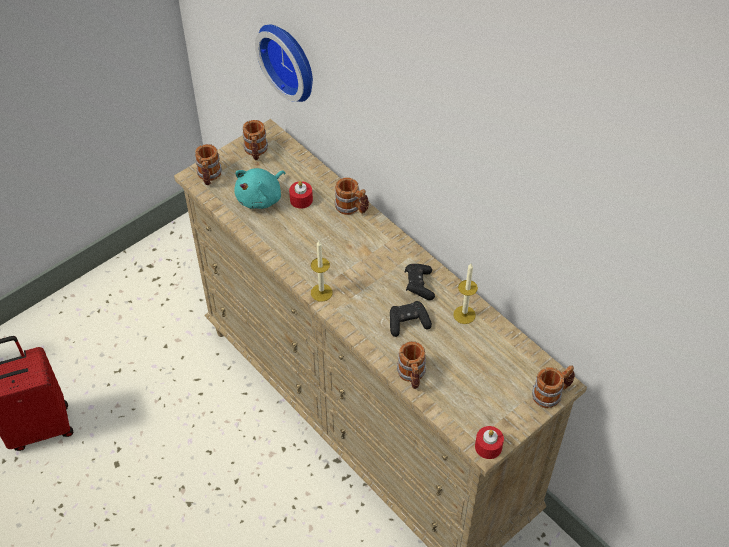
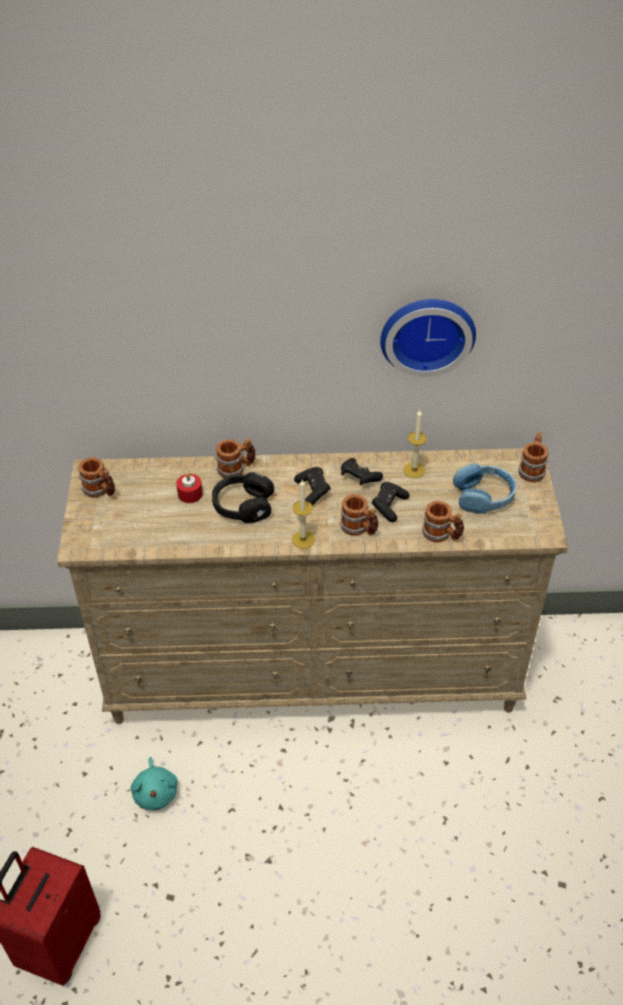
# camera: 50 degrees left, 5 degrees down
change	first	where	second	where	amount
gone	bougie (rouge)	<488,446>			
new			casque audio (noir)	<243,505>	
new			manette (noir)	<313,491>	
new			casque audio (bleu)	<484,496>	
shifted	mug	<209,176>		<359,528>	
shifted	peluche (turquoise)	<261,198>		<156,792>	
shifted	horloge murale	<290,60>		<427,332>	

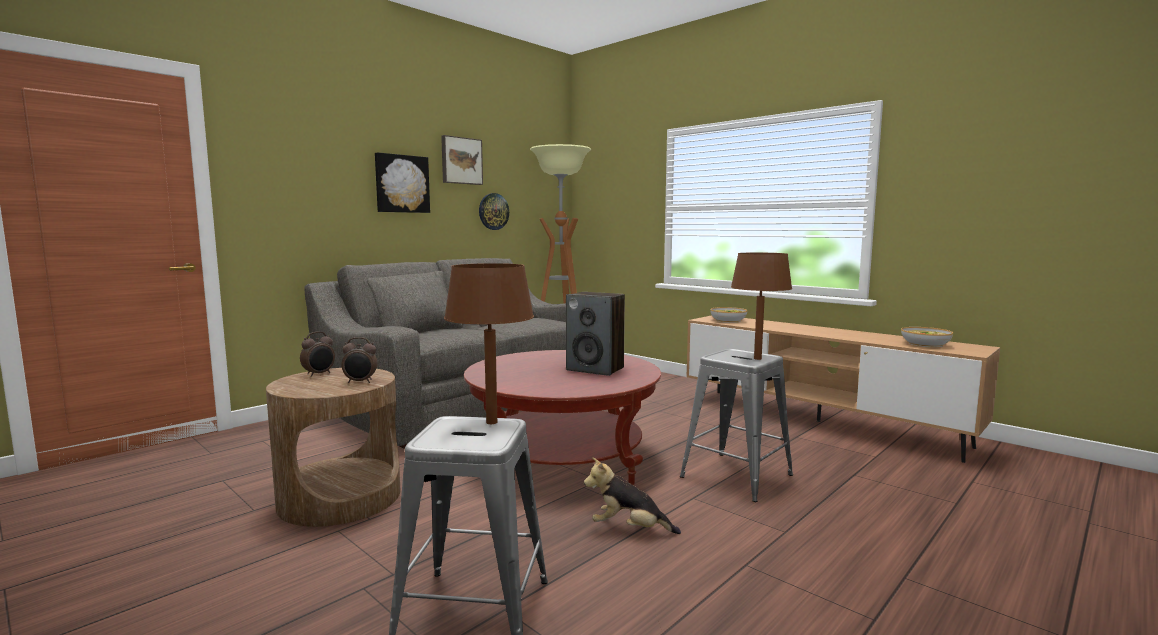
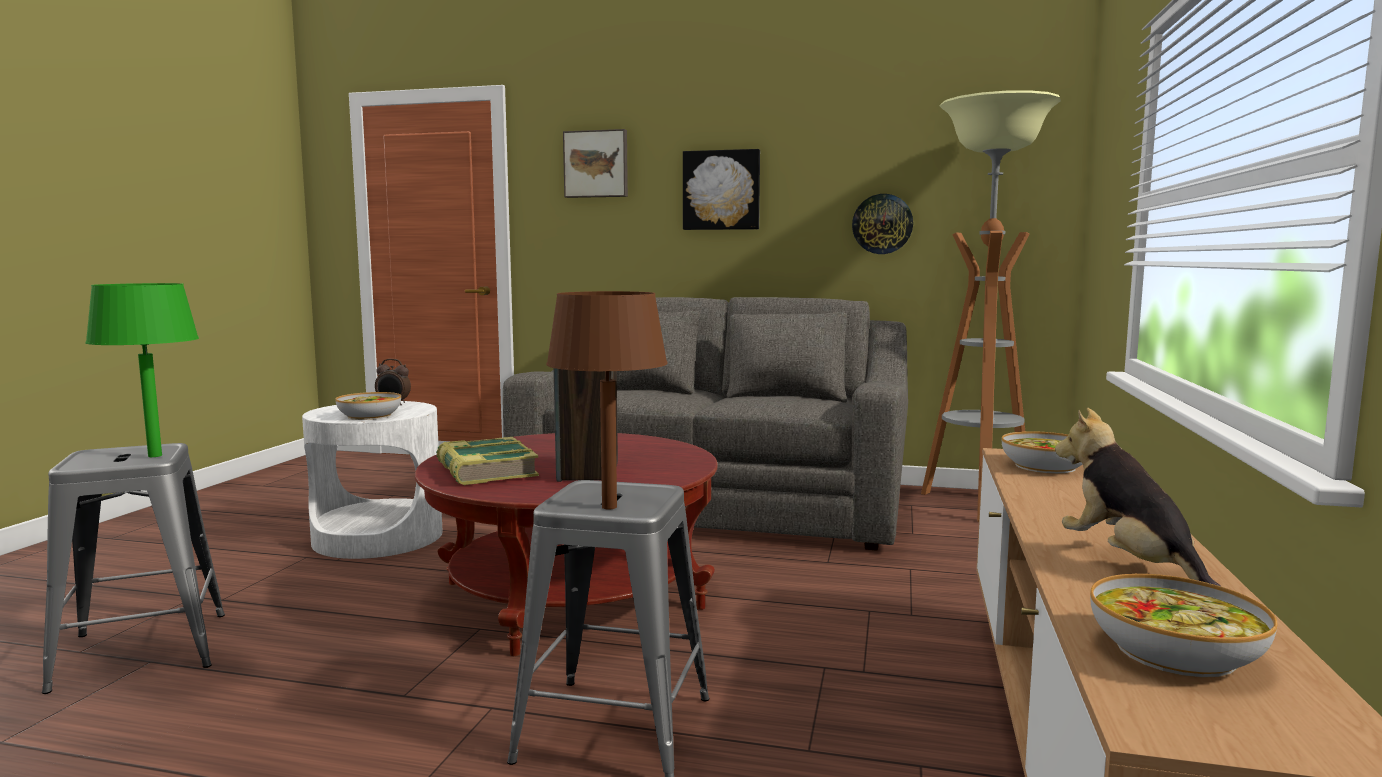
# camera: 60 degrees right, 0 degrees up
change	first	where	second	where	amount
new			livre	<486,471>	
shifted	tableau	<461,161>		<596,164>	
shifted	peluche	<629,529>		<1131,566>	
swapped	réveil	<360,382>	bol	<370,416>	
repainted	table d'appoint (marron)	<340,497>	table d'appoint (blanc)	<378,537>	
repainted	lampe de table (marron)	<491,422>	lampe de table (vert)	<154,456>	

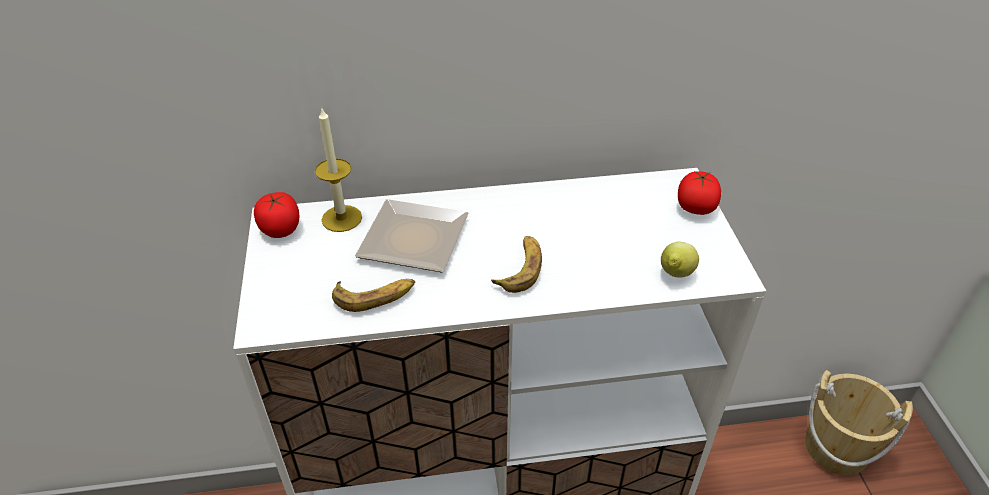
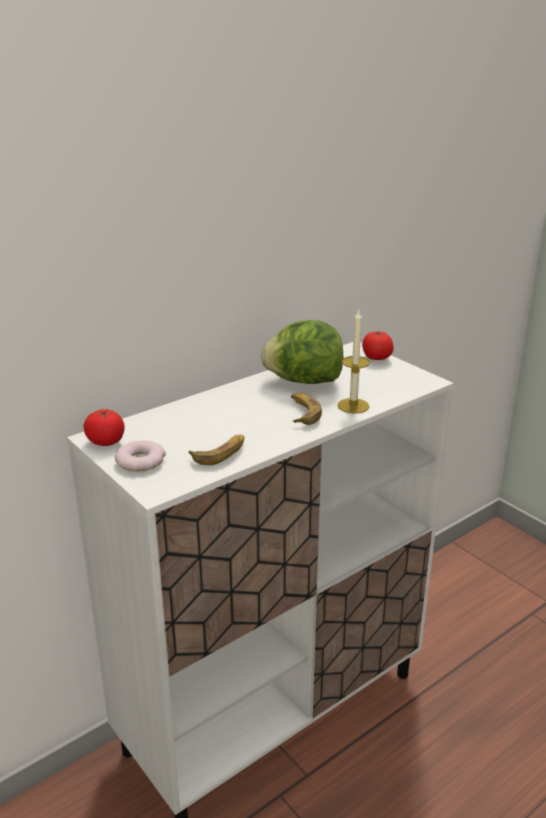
# camera: 30 degrees left, 15 degrees down
change	first	where	second	where	amount
gone	assiette	<416,242>			
gone	citron	<675,275>			
gone	seau (beige)	<836,448>			
new			beignet	<140,461>	
new			laitue	<304,381>	
shifted	bougie	<341,218>		<353,406>	

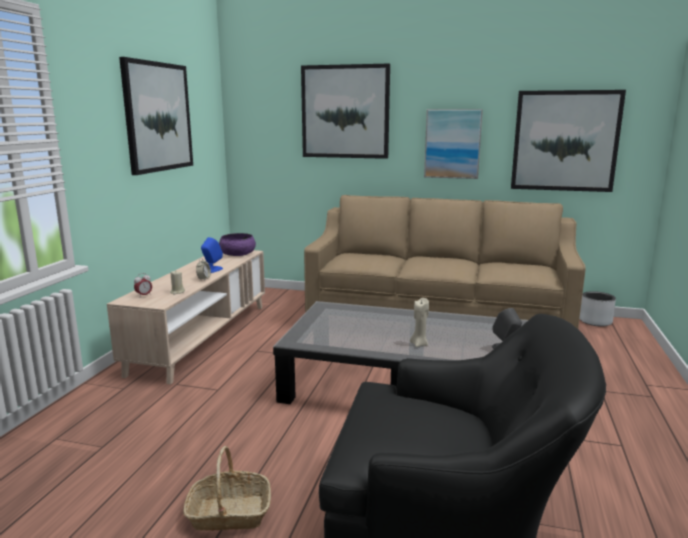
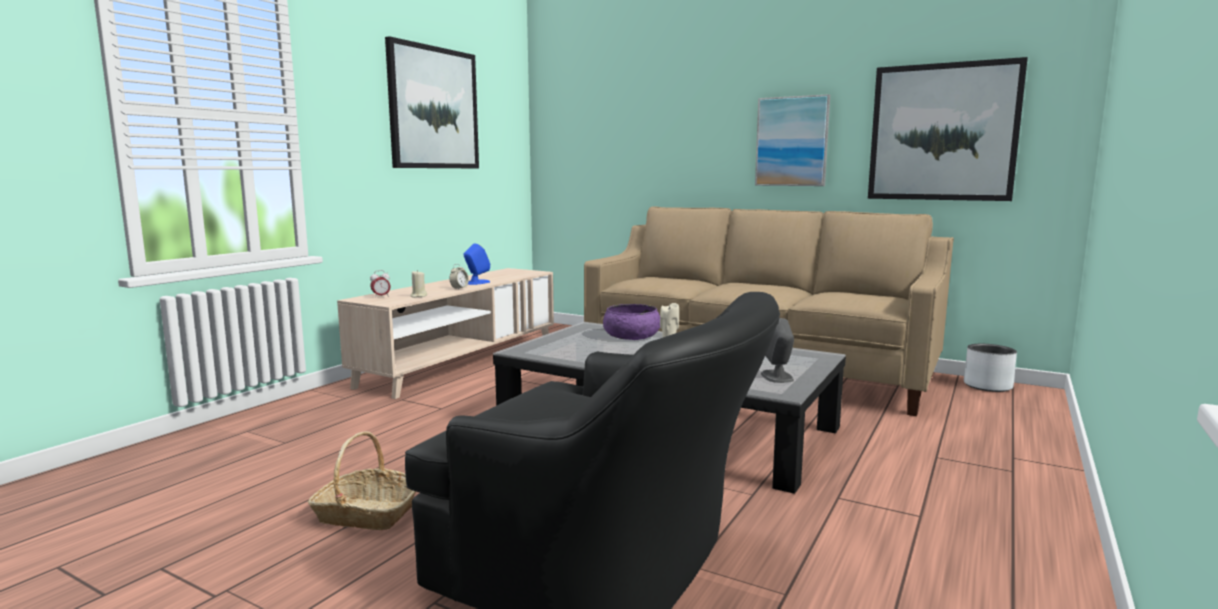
# camera: 15 degrees right, 5 degrees down
change	first	where	second	where	amount
gone	tableau	<345,112>			
shifted	bol (violet)	<237,253>		<631,336>	

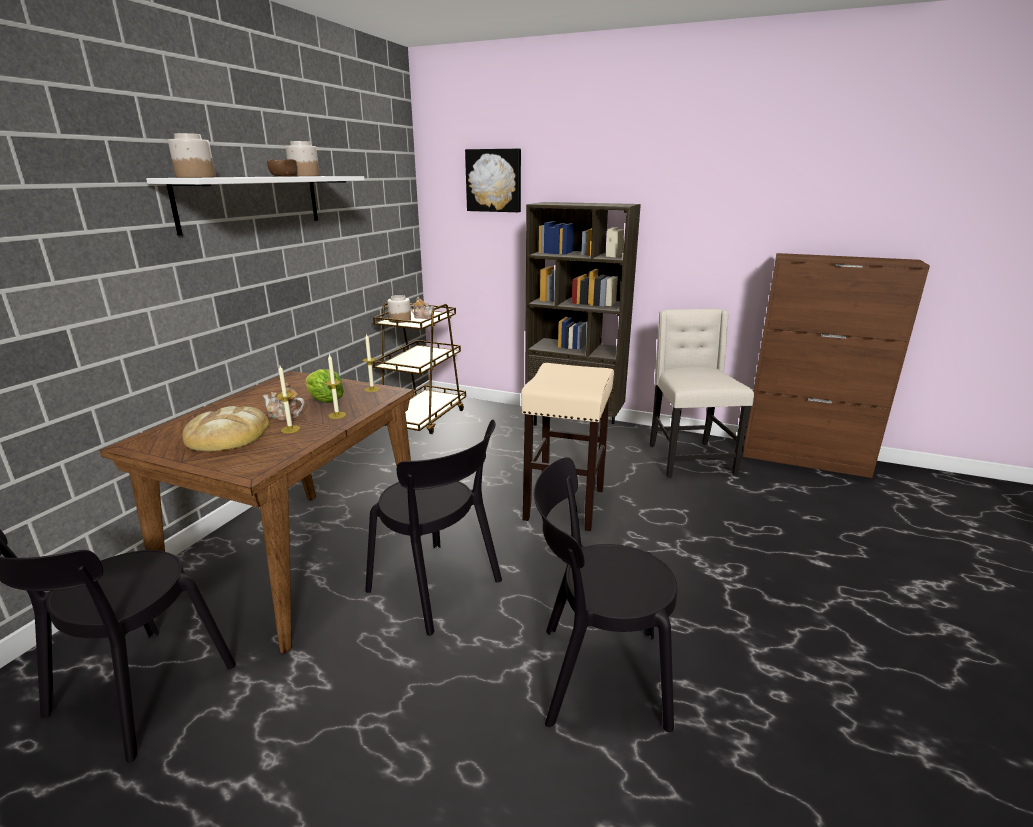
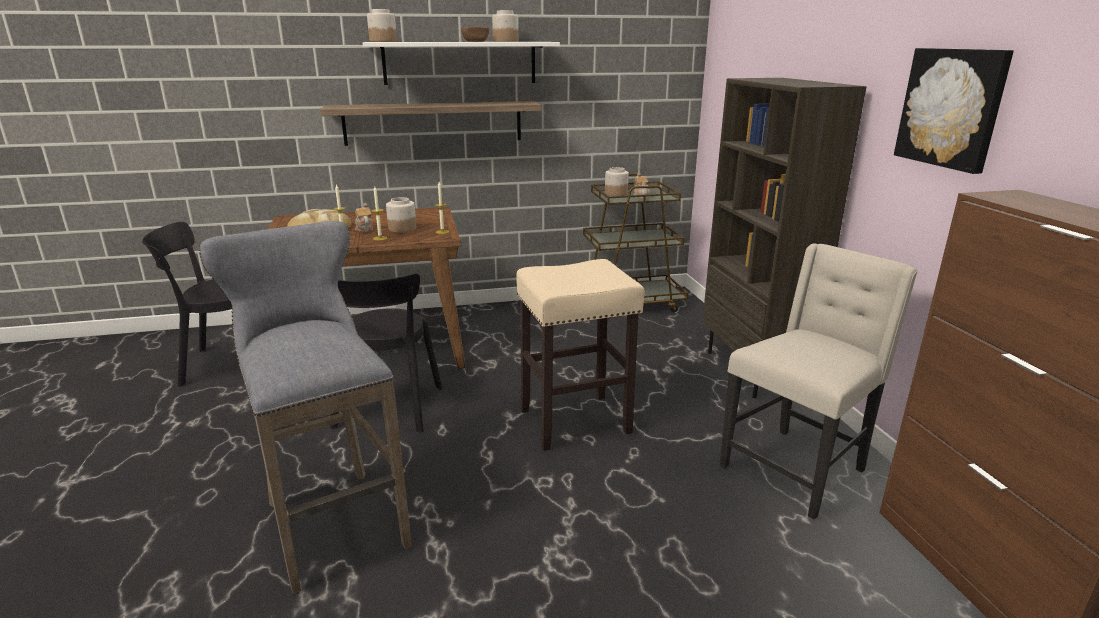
# camera: 55 degrees right, 0 degrees up
change	first	where	second	where	amount
new			étagère	<433,123>	
shifted	tableau	<494,180>		<952,108>	
swapped	laitue	<325,401>	bocal	<402,229>	
swapped	chaise (noir)	<595,675>	tabouret (gris)	<332,520>	

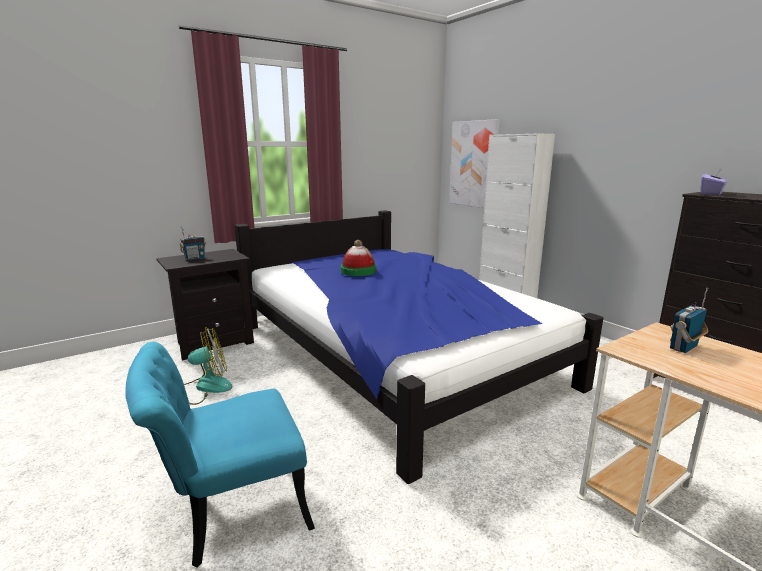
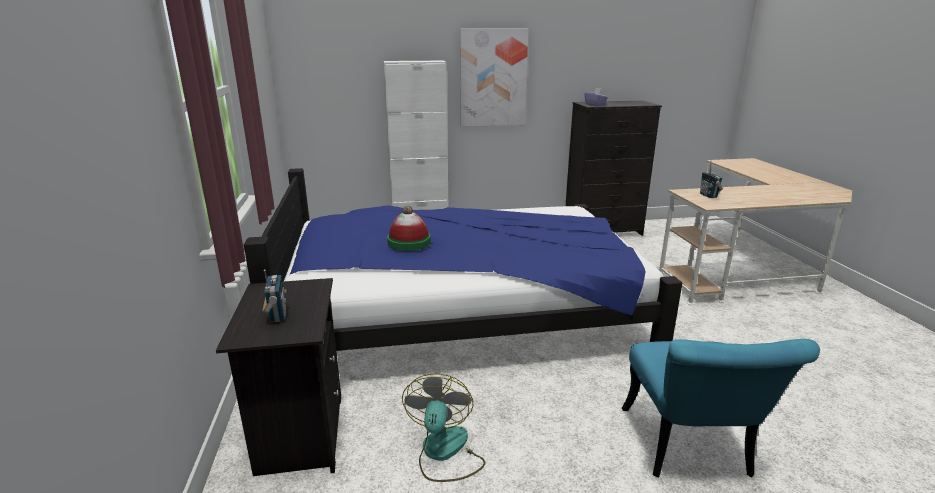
# camera: 65 degrees left, 5 degrees up
change	first	where	second	where	amount
shifted	tableau	<473,164>		<493,78>	

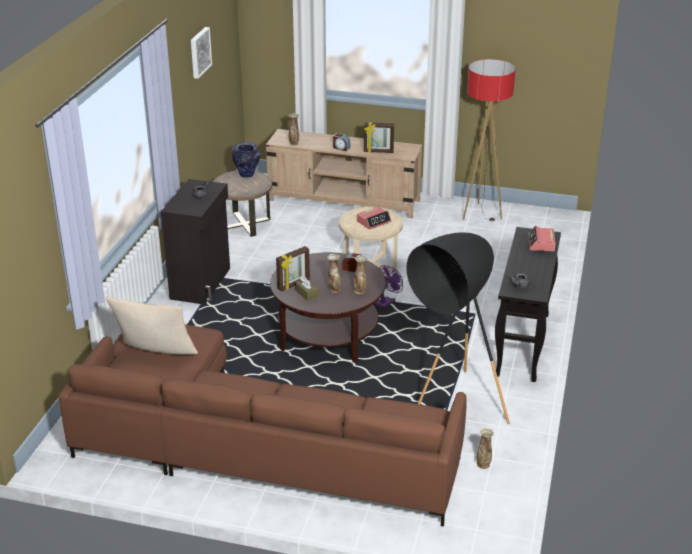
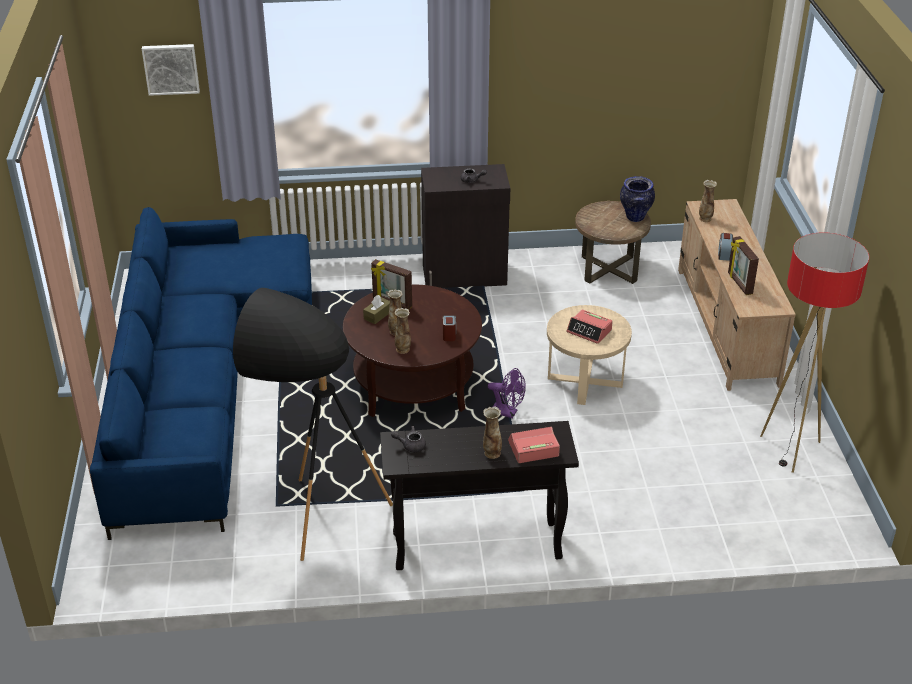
# camera: 70 degrees right, 5 degrees up
change	first	where	second	where	amount
gone	coussin (beige)	<156,354>			
shifted	tableau	<199,52>		<171,68>	
shifted	vase	<483,465>		<492,453>	
repainted	canapé (marron)	<250,444>	canapé (bleu)	<201,380>	

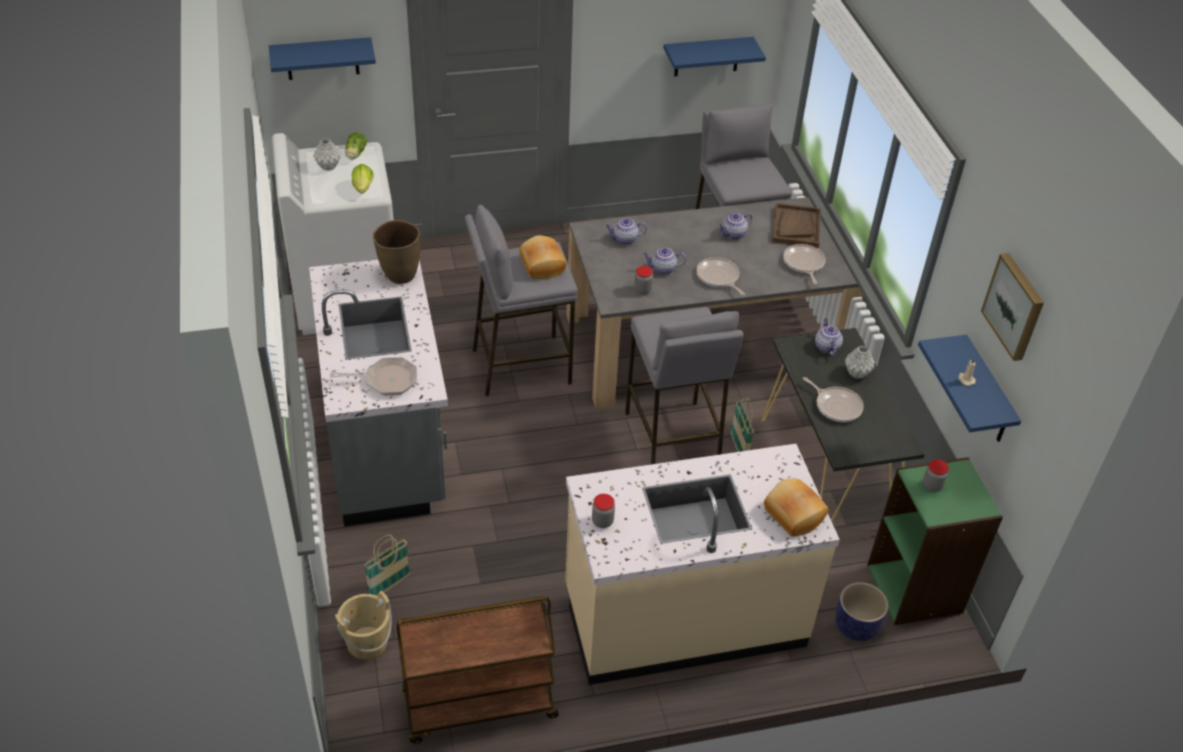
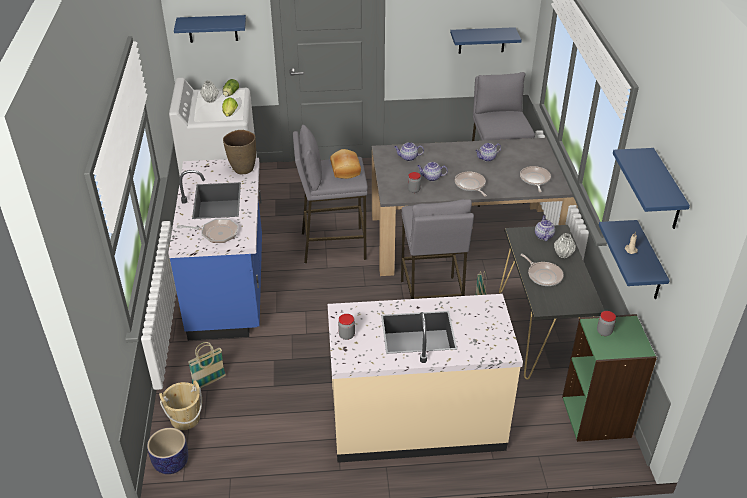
# camera: 10 degrees right, 5 degrees down
change	first	where	second	where	amount
gone	chariot (marron)	<478,706>			
gone	pain	<793,515>			
gone	plateau (marron)	<796,227>			
shifted	cache-pot	<856,627>		<171,463>	
swapped	tableau	<1015,306>	étagère (bleu)	<666,191>	
repainted	comptoir de cuisine (gris)	<387,443>	comptoir de cuisine (bleu)	<229,288>	

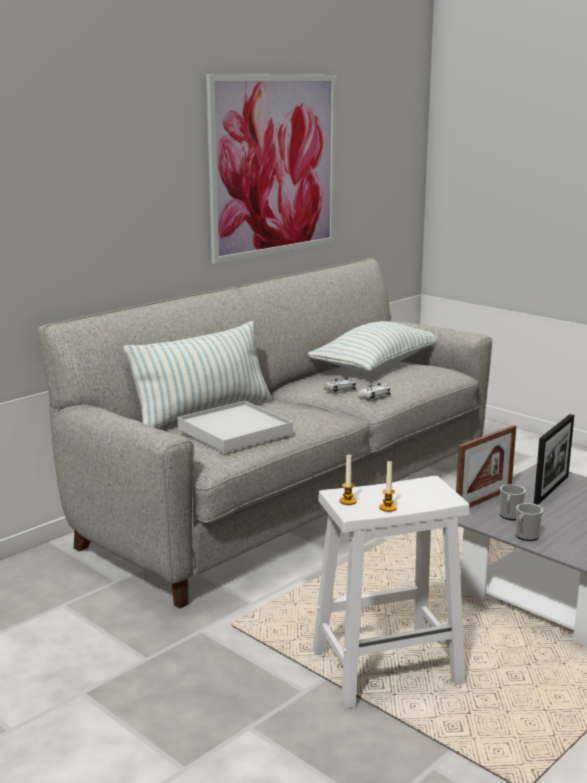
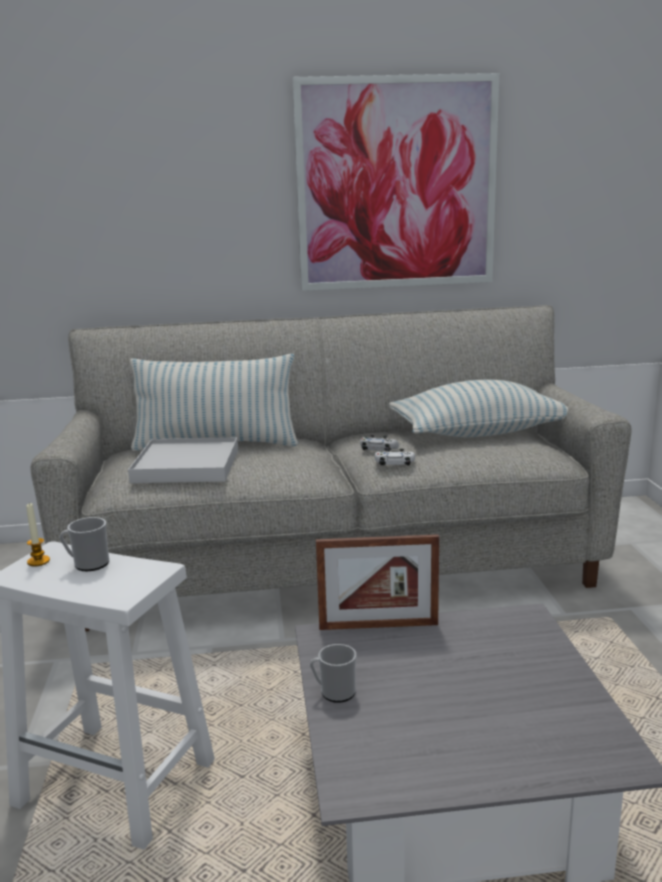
# camera: 40 degrees right, 0 degrees up
change	first	where	second	where	amount
gone	bougie	<388,508>			
gone	cadre photo	<551,489>			
shifted	mug	<510,516>		<87,564>	

